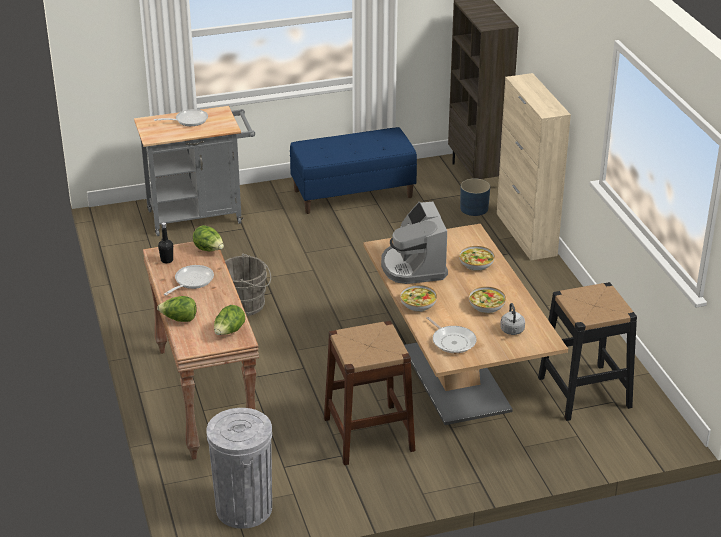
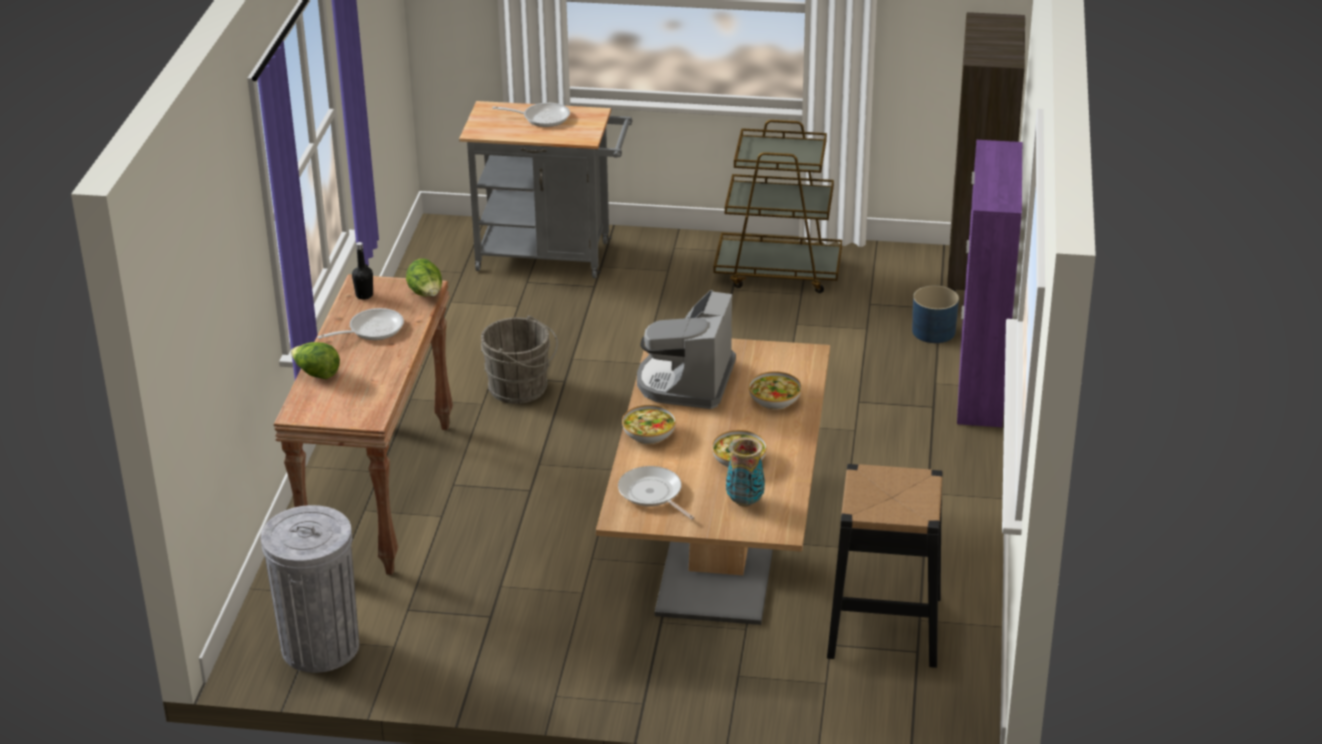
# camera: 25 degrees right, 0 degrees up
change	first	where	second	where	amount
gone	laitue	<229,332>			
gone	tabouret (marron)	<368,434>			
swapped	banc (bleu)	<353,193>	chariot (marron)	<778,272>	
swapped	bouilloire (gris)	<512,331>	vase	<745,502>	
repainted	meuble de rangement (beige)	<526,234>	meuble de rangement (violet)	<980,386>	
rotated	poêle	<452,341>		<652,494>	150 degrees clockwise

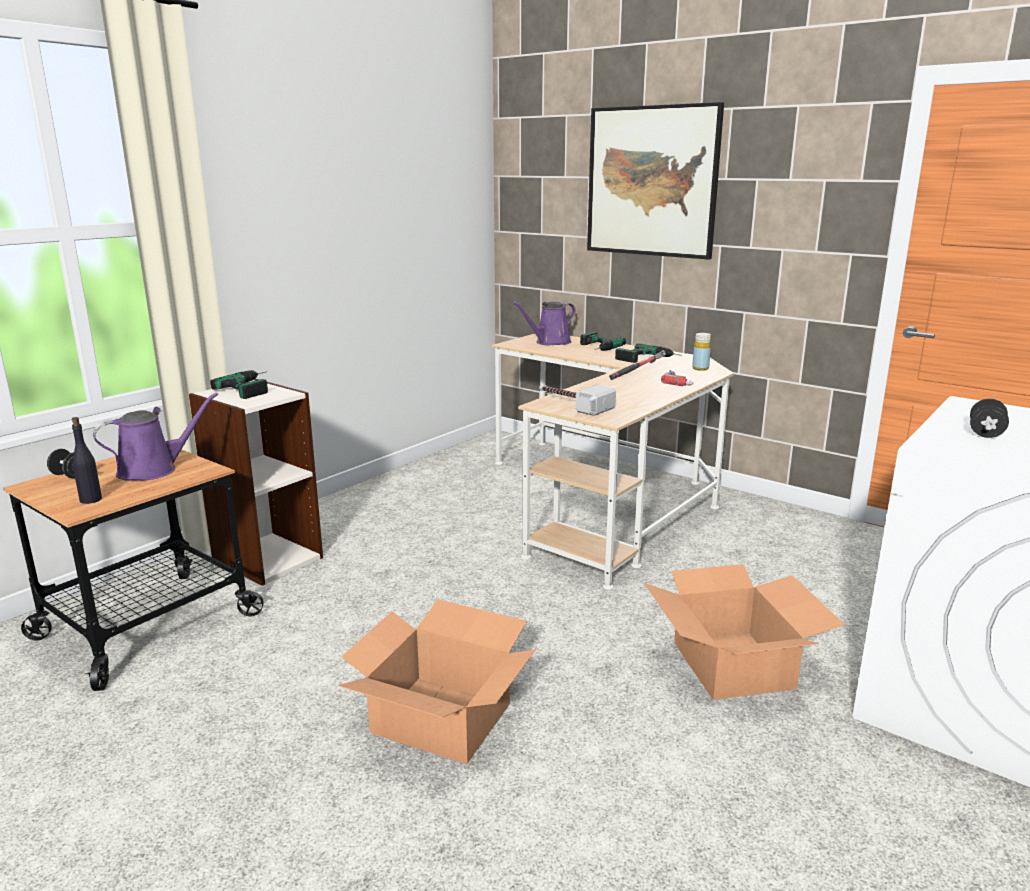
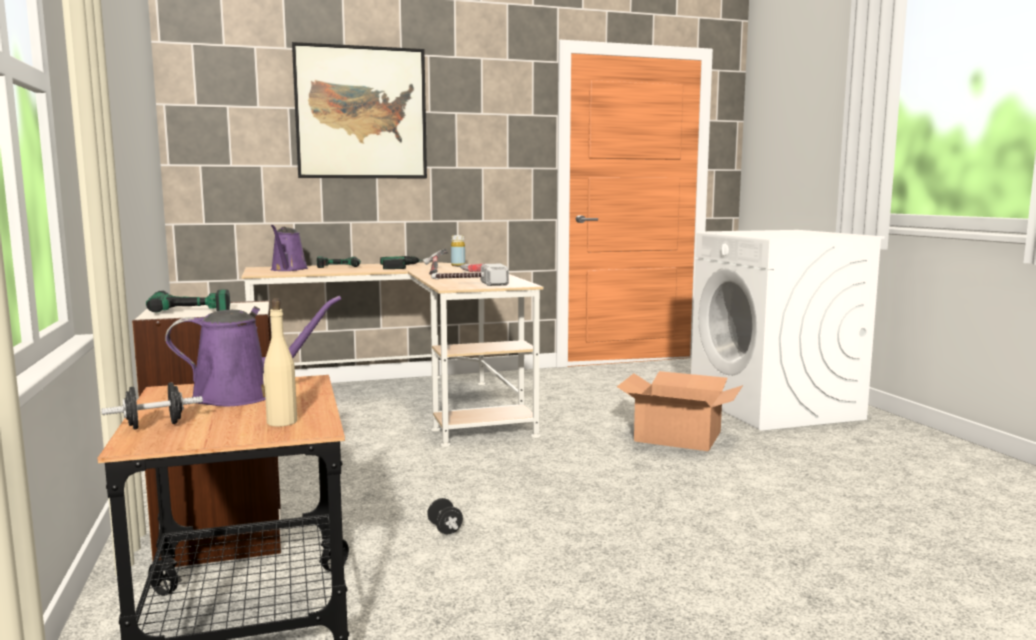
# camera: 55 degrees left, 10 degrees down
change	first	where	second	where	amount
gone	carton	<441,717>			
shifted	haltère (noir)	<985,433>		<445,529>	
repainted	bouteille (noir)	<90,499>	bouteille (beige)	<281,422>	
rotated	arrosoir (violet)	<153,470>		<243,396>	75 degrees clockwise

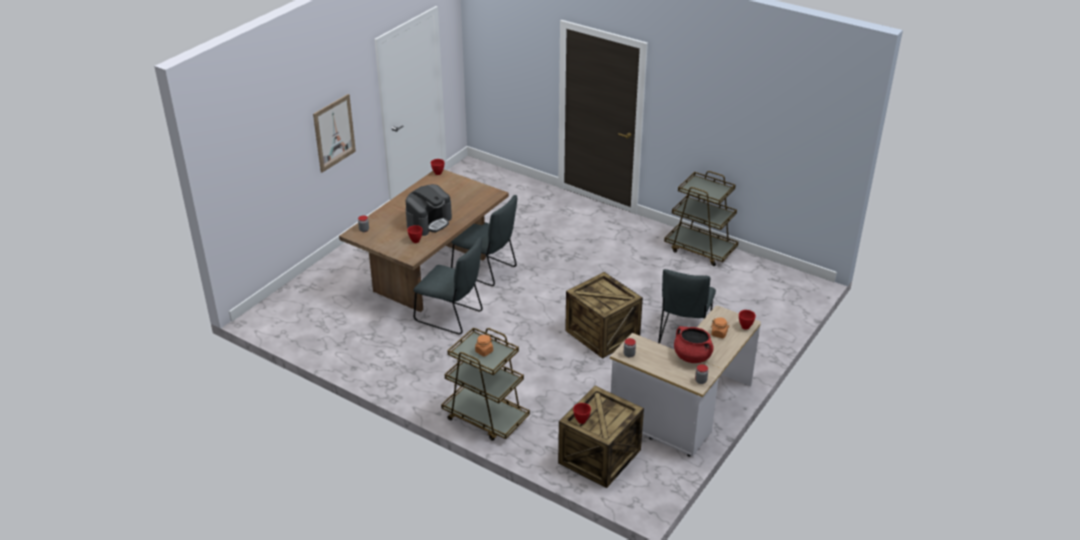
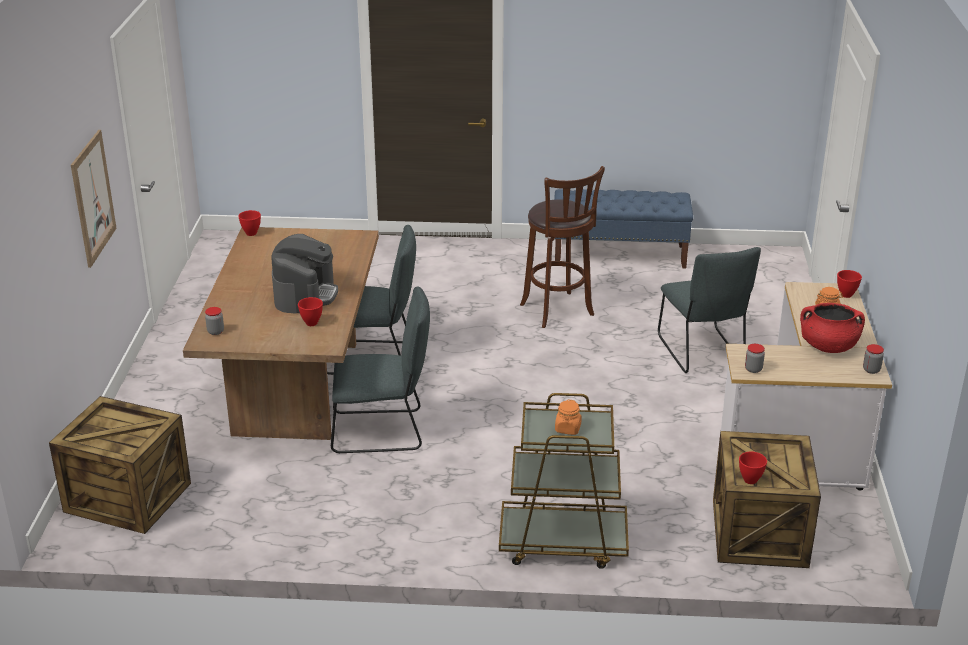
# camera: 30 degrees left, 5 degrees down
change	first	where	second	where	amount
new			tabouret (marron)	<558,311>	
shifted	caisse	<603,334>		<129,496>	
swapped	chariot (marron)	<700,249>	banc (bleu)	<620,255>	

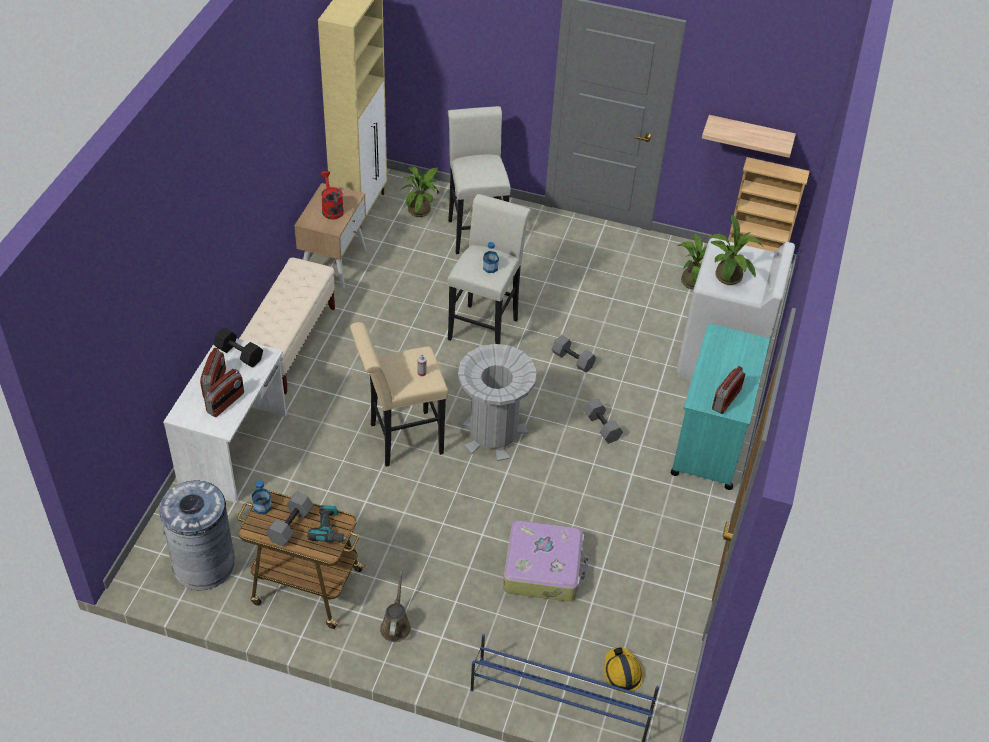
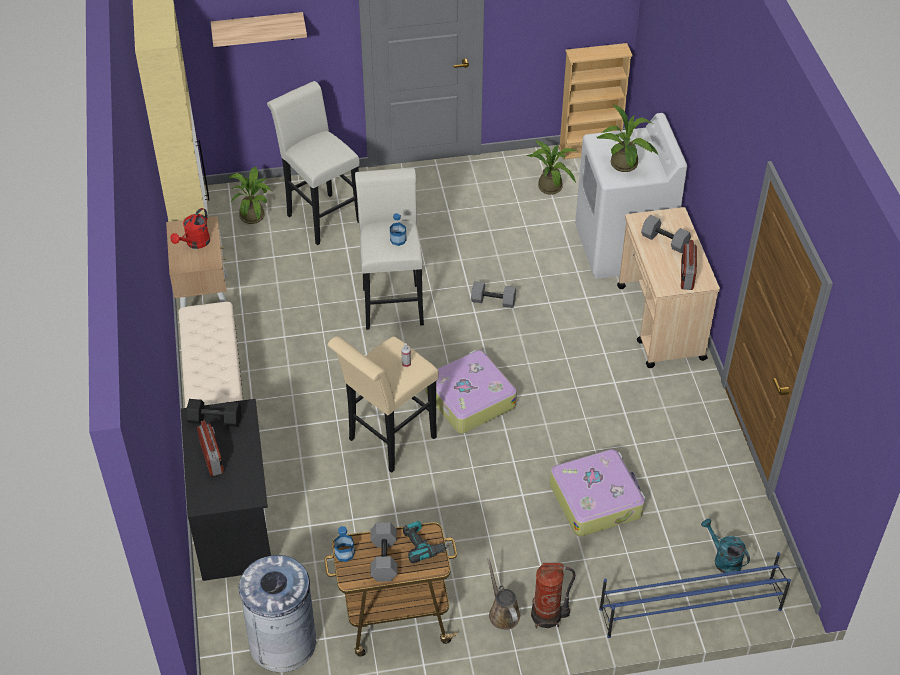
# camera: 25 degrees left, 0 degrees up
change	first	where	second	where	amount
gone	radio	<226,403>			
new			extincteur	<548,615>	
shifted	haltère (gris)	<601,427>		<664,241>	
shifted	étagère	<749,135>		<258,29>	
swapped	poubelle (gris)	<493,434>	valise	<469,399>	
swapped	casque de chantier	<621,673>	arrosoir (turquoise)	<723,559>	
repainted	bureau (blanc)	<235,449>	bureau (noir)	<234,520>	
repainted	chariot (turquoise)	<711,440>	chariot (beige)	<660,323>	
rotated	arrosoir (rouge)	<331,209>		<195,243>	105 degrees counterclockwise

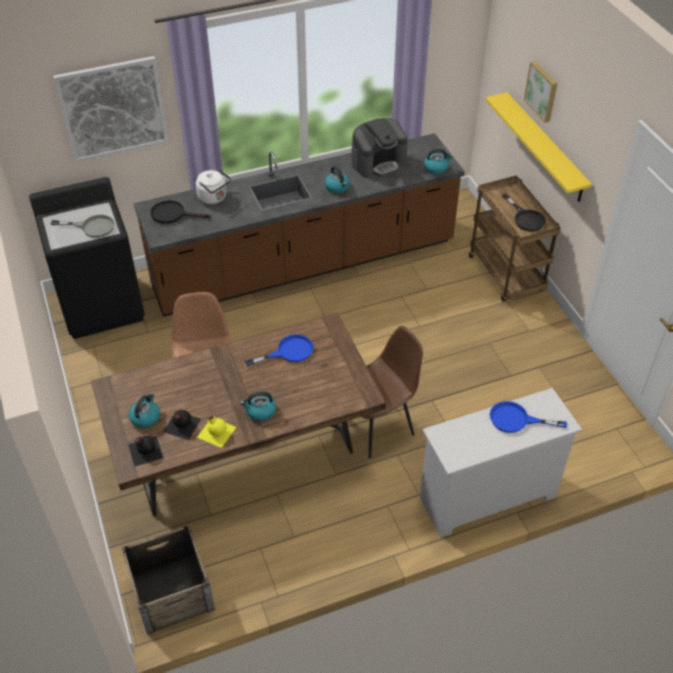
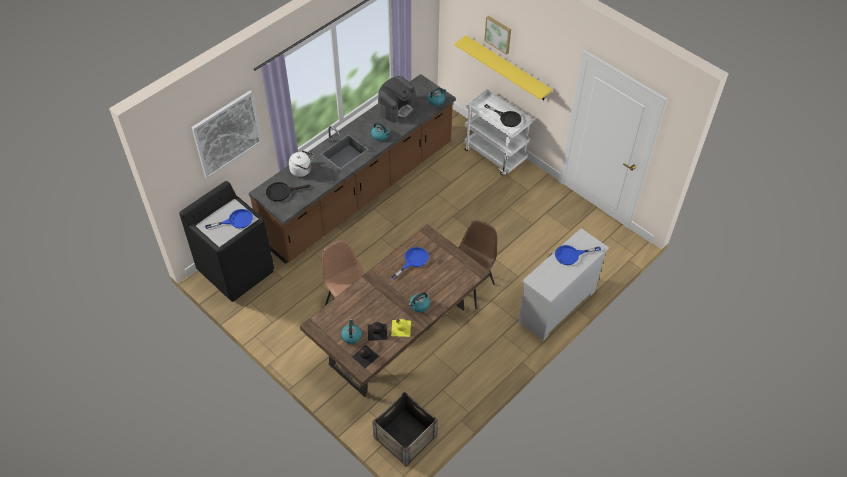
# camera: 25 degrees left, 5 degrees up
change	first	where	second	where	amount
repainted	poêle (gris)	<92,227>	poêle (bleu)	<236,221>	
repainted	chariot (marron)	<506,275>	chariot (blanc)	<495,155>	

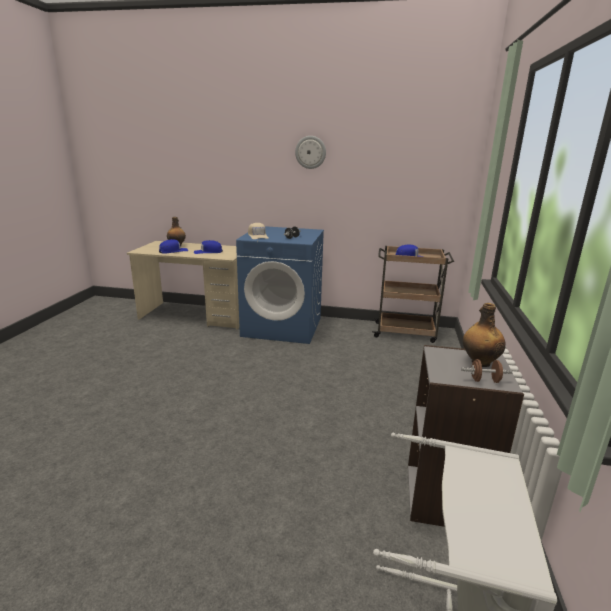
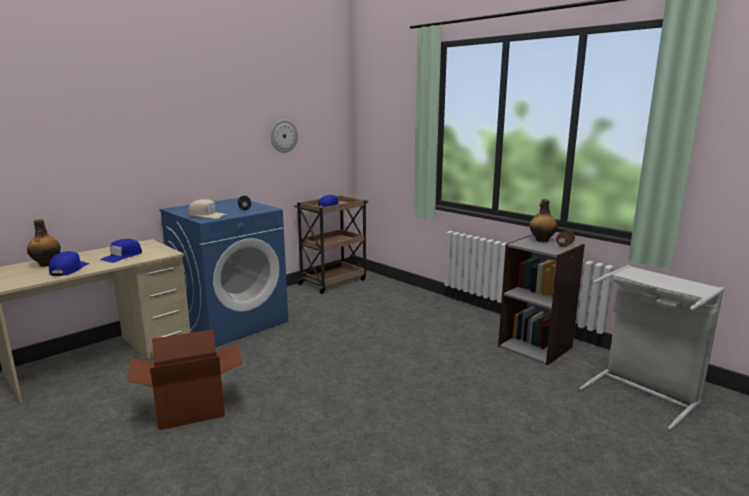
# camera: 55 degrees left, 5 degrees down
change	first	where	second	where	amount
new			carton	<191,408>	
shifted	horloge murale	<310,152>		<283,136>	

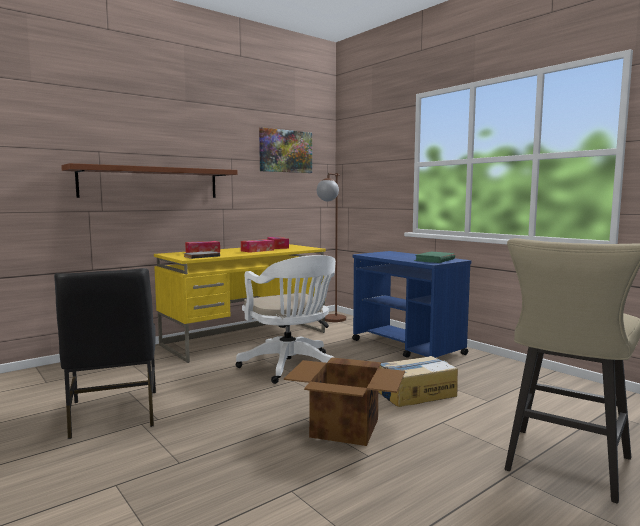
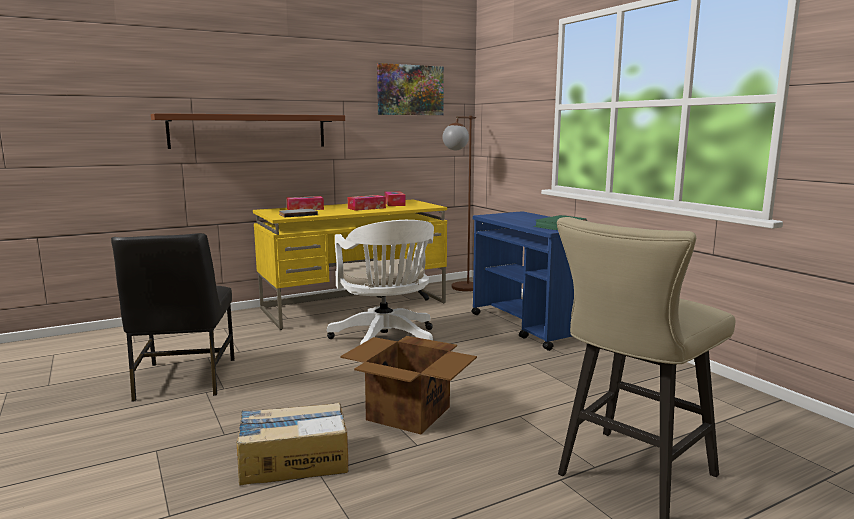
# camera: 10 degrees right, 5 degrees up
change	first	where	second	where	amount
shifted	carton	<414,393>		<293,460>	

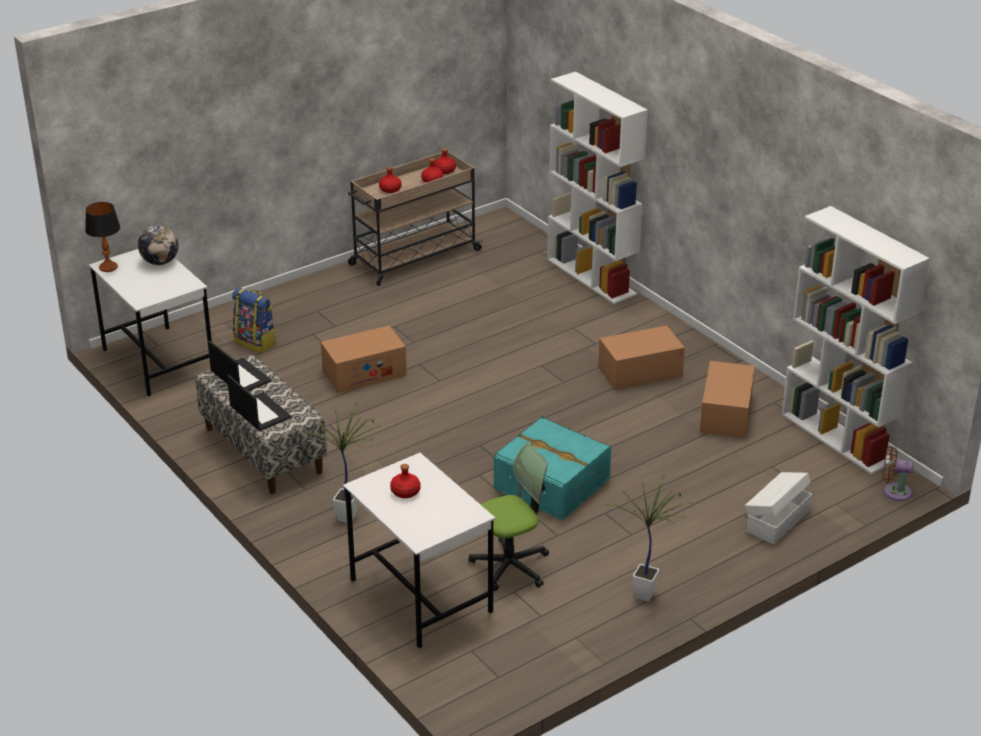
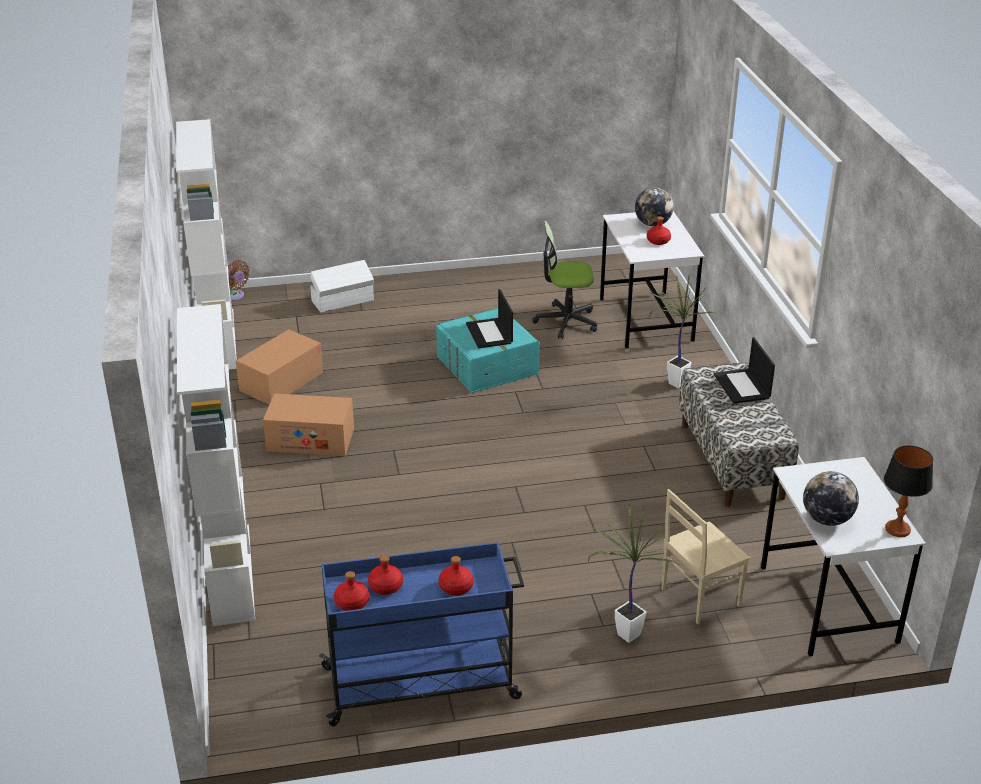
# camera: 155 degrees left, 0 degrees up
change	first	where	second	where	amount
gone	carton	<364,373>			
new			globe	<652,224>	
shifted	ordinateur portable	<240,377>		<490,333>	
shifted	plante en pot	<648,593>		<623,636>	
swapped	sac à dos	<256,343>	chaise (beige)	<698,597>	
repainted	chariot (beige)	<413,258>	chariot (bleu)	<423,683>	

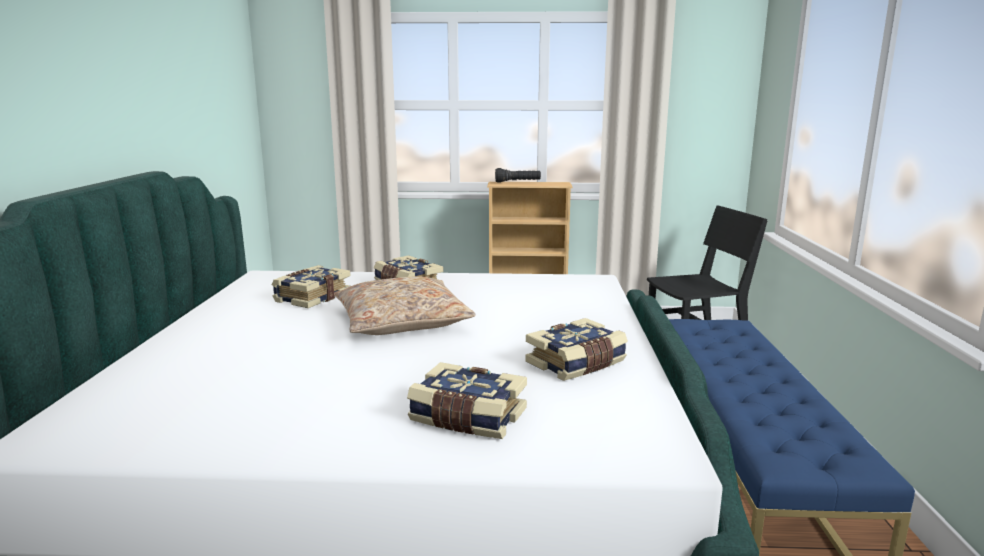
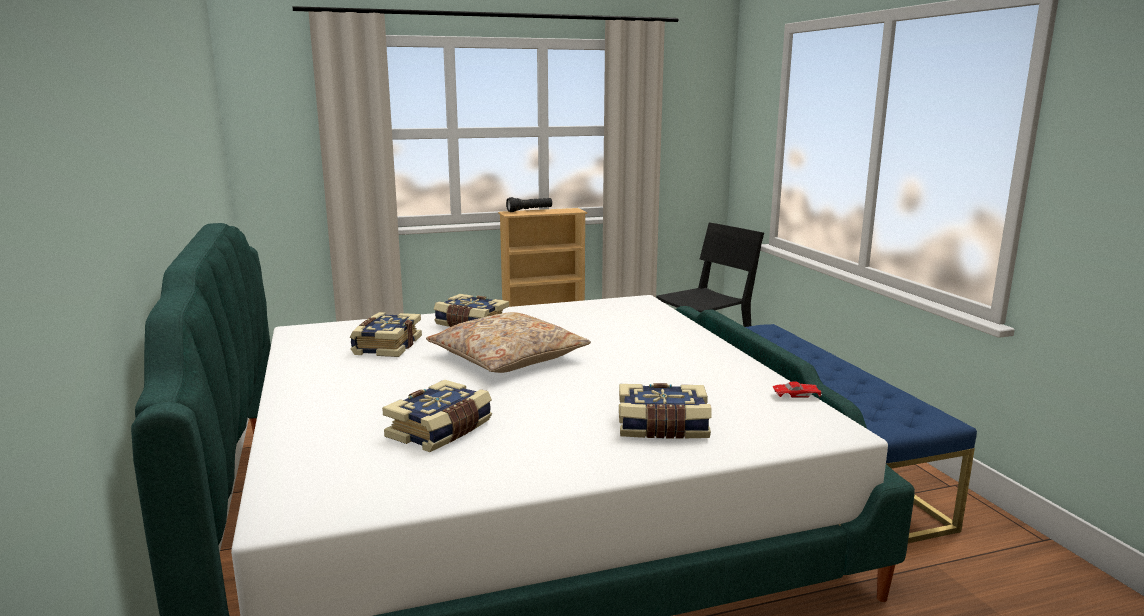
# camera: 20 degrees left, 0 degrees up
change	first	where	second	where	amount
new			petite voiture (rouge)	<796,394>	
shifted	livre	<577,364>		<441,431>	

